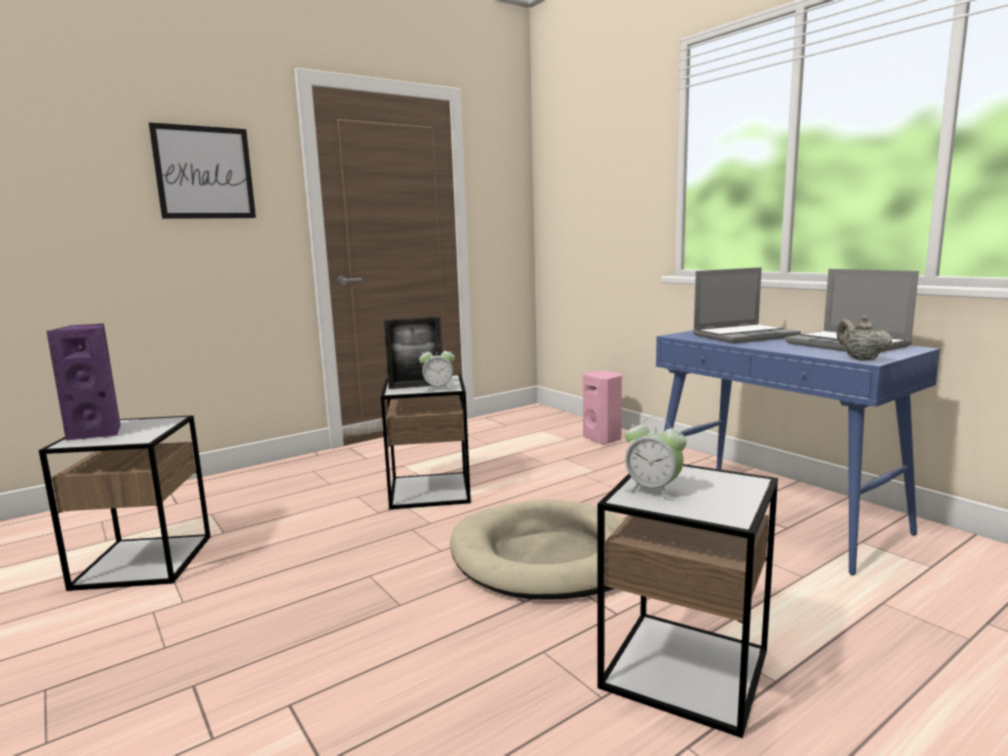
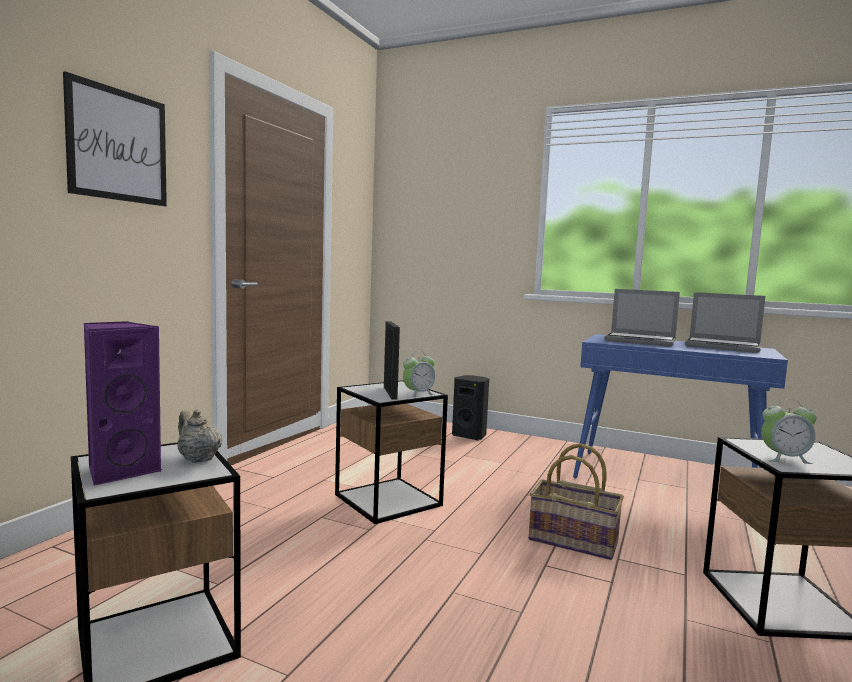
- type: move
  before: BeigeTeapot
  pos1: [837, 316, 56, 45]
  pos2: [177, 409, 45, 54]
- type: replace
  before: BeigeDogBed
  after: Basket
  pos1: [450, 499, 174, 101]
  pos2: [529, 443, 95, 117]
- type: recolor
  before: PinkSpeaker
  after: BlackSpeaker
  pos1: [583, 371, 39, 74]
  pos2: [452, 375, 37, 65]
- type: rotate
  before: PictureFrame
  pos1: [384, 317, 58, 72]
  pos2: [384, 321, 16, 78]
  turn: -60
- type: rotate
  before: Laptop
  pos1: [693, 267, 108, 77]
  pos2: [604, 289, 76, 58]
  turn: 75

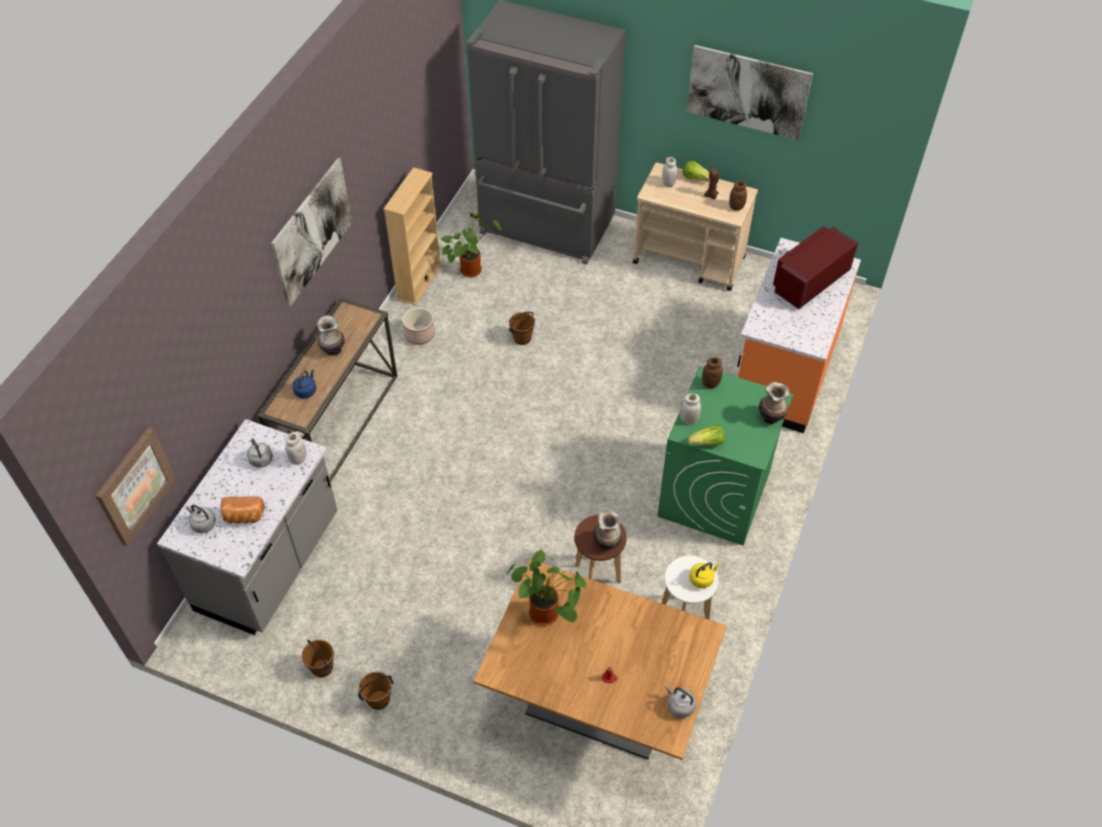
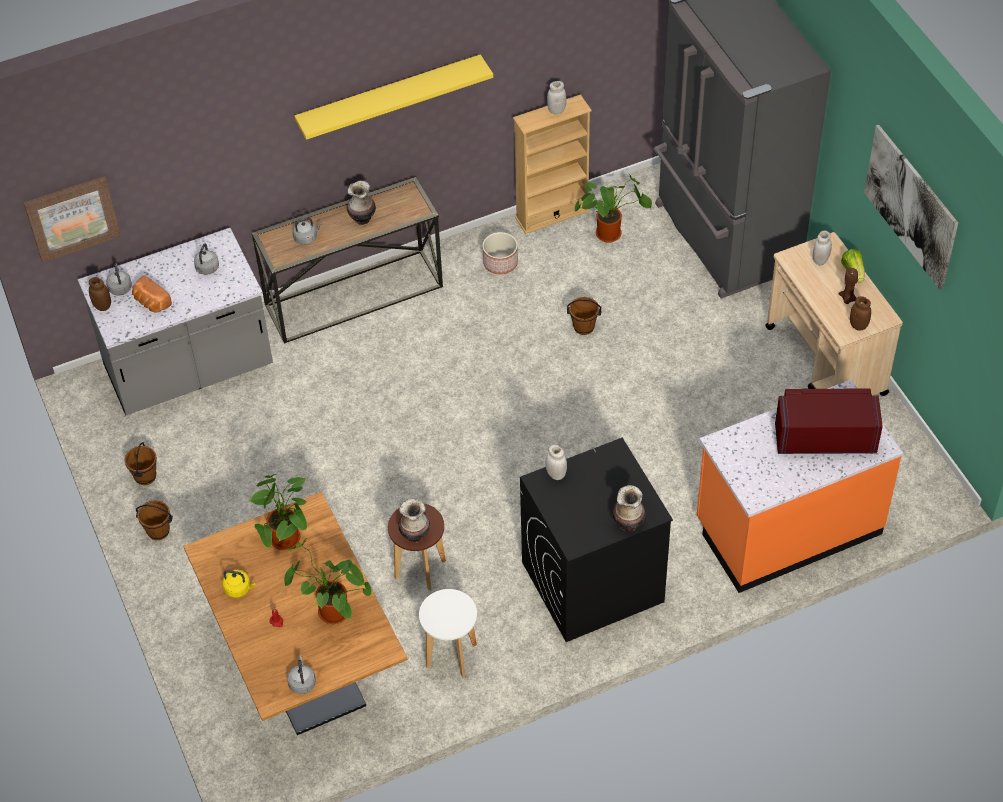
- type: delete
  before: Lettuce
  pos1: [688, 425, 37, 20]
- type: insert
  after: PottedPlant
  pos2: [284, 537, 88, 87]
- type: move
  before: WhiteJar
  pos1: [285, 432, 22, 33]
  pos2: [547, 81, 20, 33]
- type: move
  before: YellowKettle
  pos1: [689, 562, 31, 27]
  pos2: [222, 570, 34, 28]
- type: move
  before: BrownJar
  pos1: [702, 357, 20, 32]
  pos2: [89, 277, 22, 34]
- type: replace
  before: Picture
  after: YellowShelf
  pos1: [271, 158, 81, 149]
  pos2: [294, 54, 199, 86]
- type: recolor
  before: BlueKettle
  after: GreyKettle
  pos1: [292, 369, 24, 29]
  pos2: [293, 218, 29, 27]
- type: recolor
  before: GreenWashingMachine
  after: BlackWashingMachine
  pos1: [657, 366, 136, 180]
  pos2: [520, 438, 153, 204]

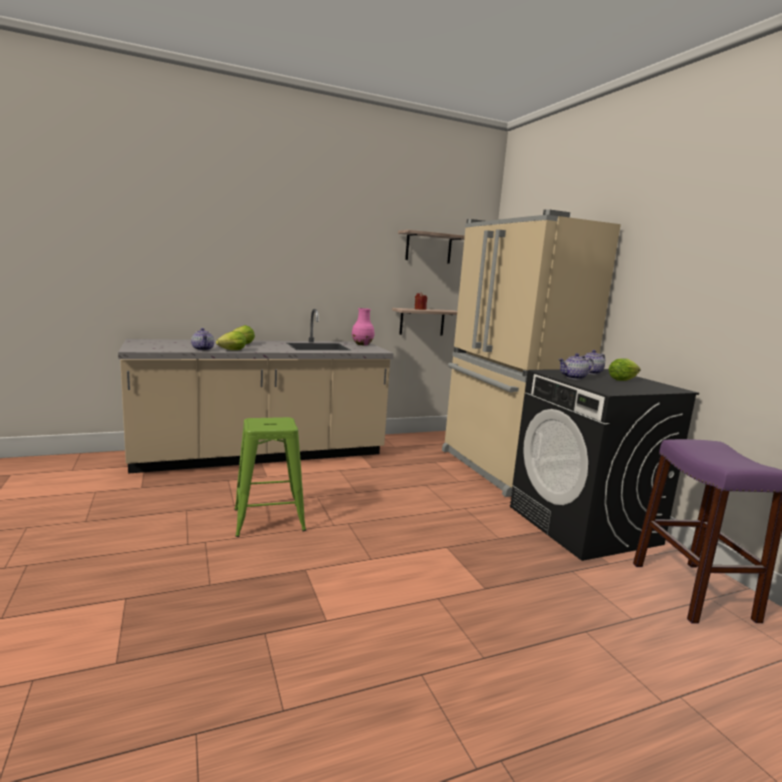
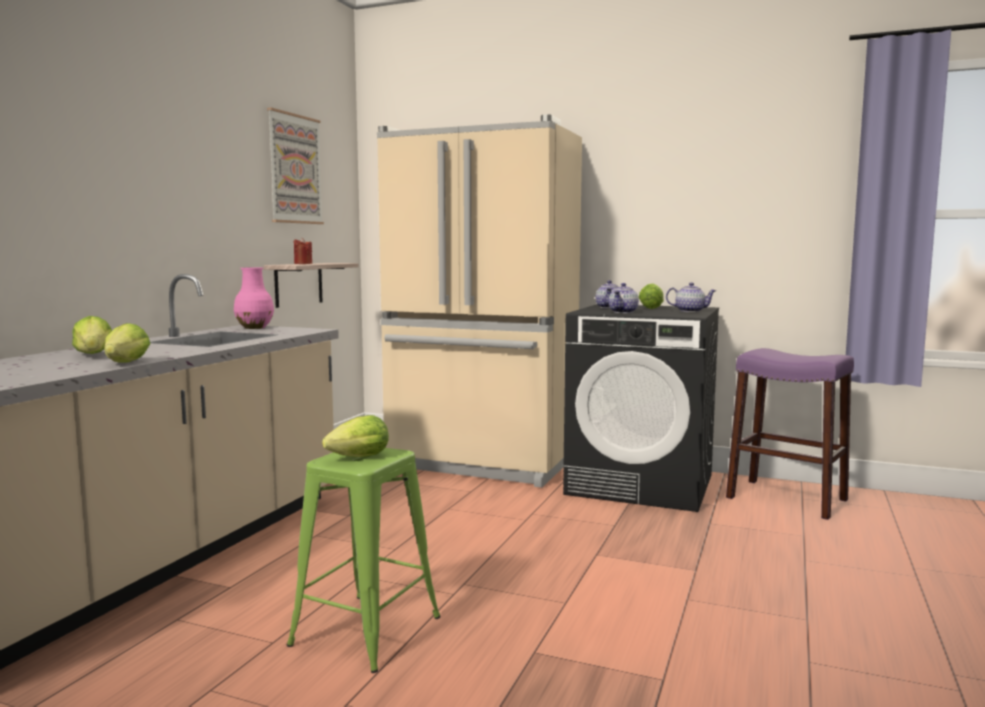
- type: insert
  after: Lettuce
  pos2: [322, 415, 67, 42]
- type: move
  before: Teapot
  pos1: [191, 328, 23, 23]
  pos2: [666, 282, 51, 30]
- type: replace
  before: Shelf
  after: Picture
  pos1: [398, 230, 67, 34]
  pos2: [267, 108, 57, 116]

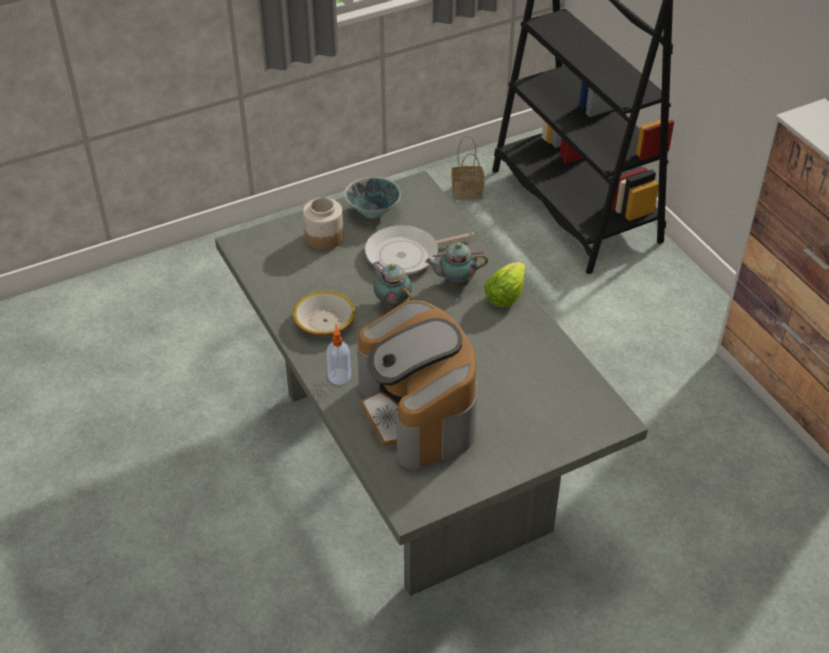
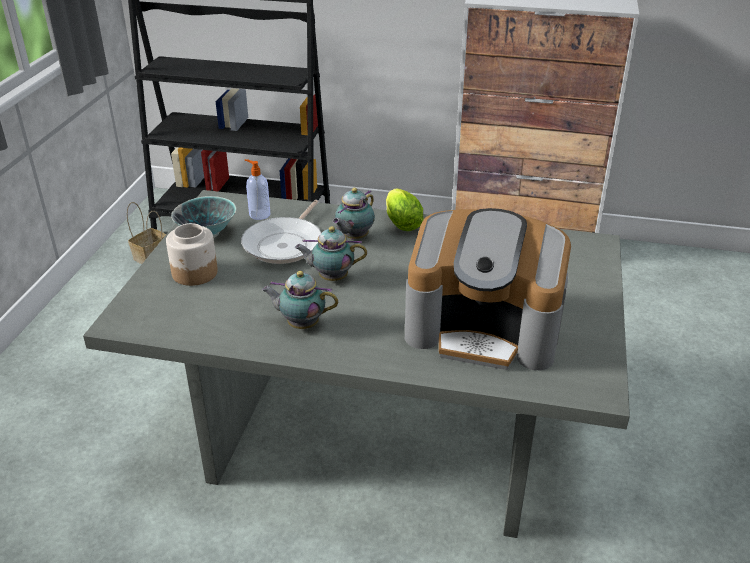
- type: move
  before: SoapDispenser
  pos1: [327, 324, 24, 61]
  pos2: [245, 159, 25, 61]
- type: replace
  before: Bowl
  after: Teapot
  pos1: [293, 291, 63, 44]
  pos2: [262, 271, 76, 58]

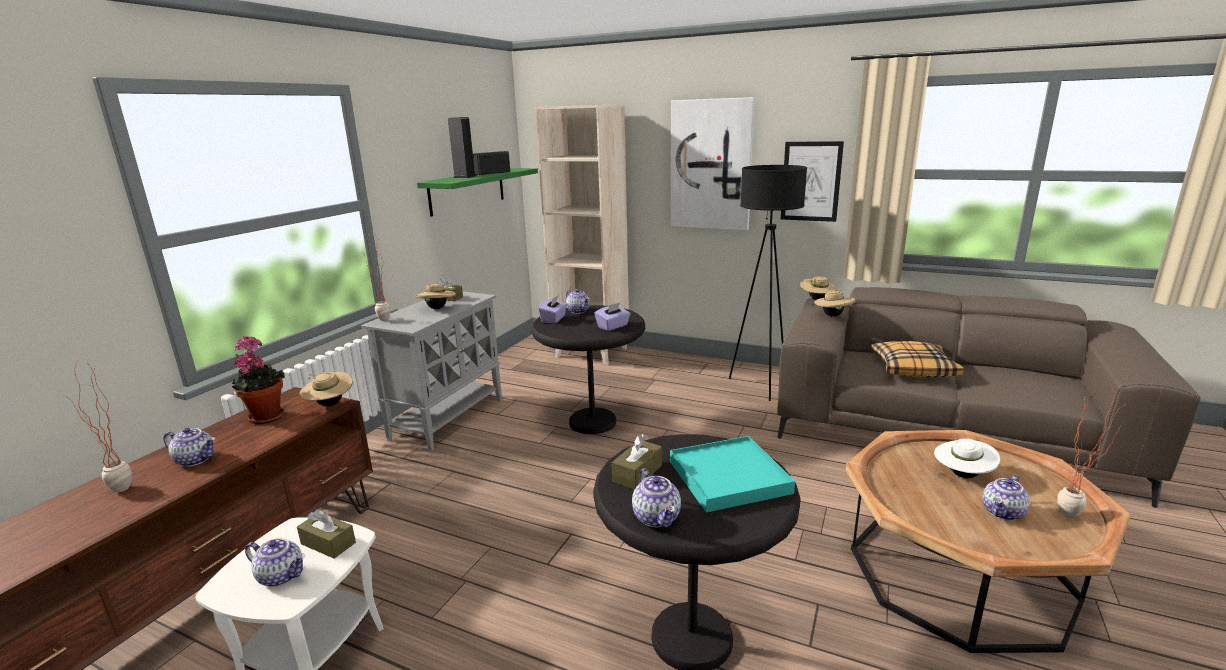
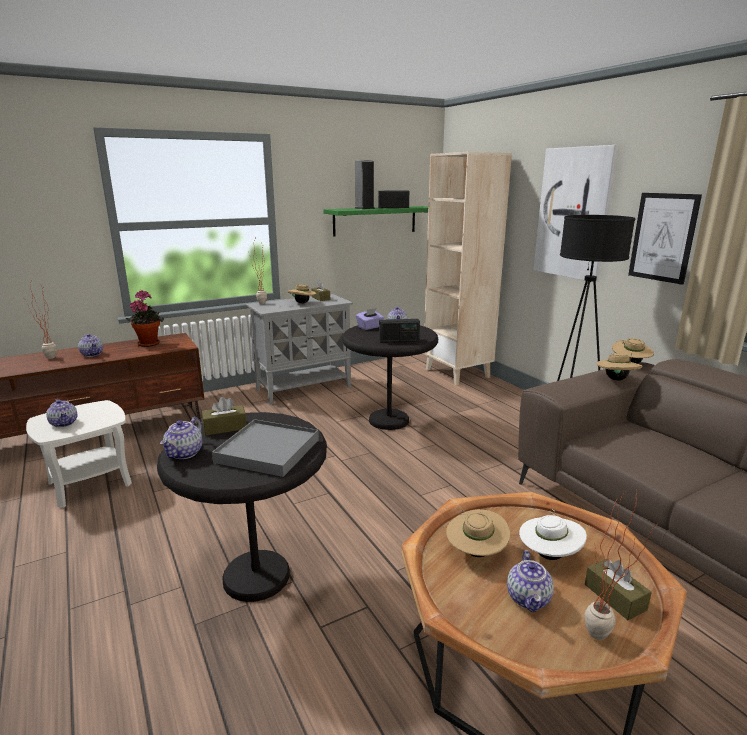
- type: delete
  before: Pillow
  pos1: [871, 341, 93, 36]
- type: move
  before: BrownTissueBox
  pos1: [297, 509, 59, 50]
  pos2: [585, 559, 67, 61]
- type: move
  before: BeigeHat
  pos1: [300, 372, 53, 34]
  pos2: [446, 509, 65, 48]
- type: replace
  before: PurpleTissueBox
  after: Radio
  pos1: [594, 303, 36, 28]
  pos2: [379, 319, 41, 24]
- type: recolor
  before: TurquoiseTray
  after: GreyTray
  pos1: [670, 436, 125, 77]
  pos2: [212, 419, 107, 58]
- type: rotate
  before: Teapot
  pos1: [982, 475, 48, 46]
  pos2: [507, 550, 47, 62]
  turn: -75

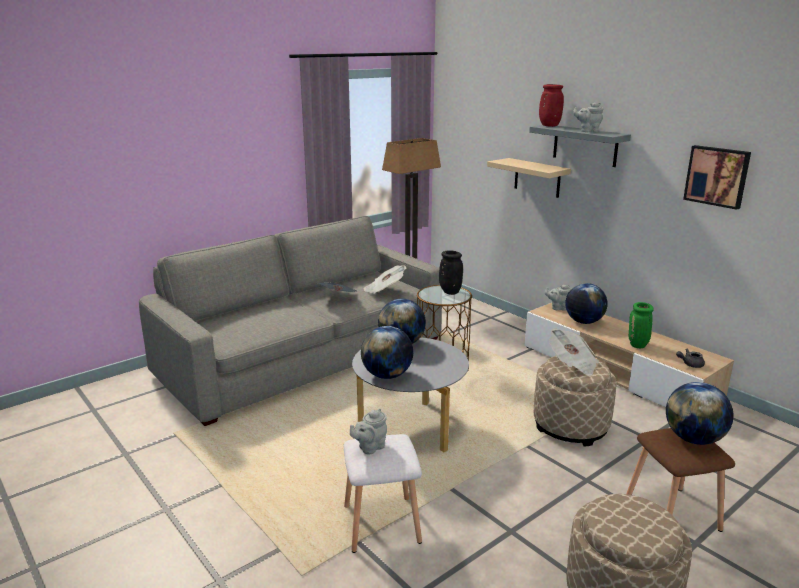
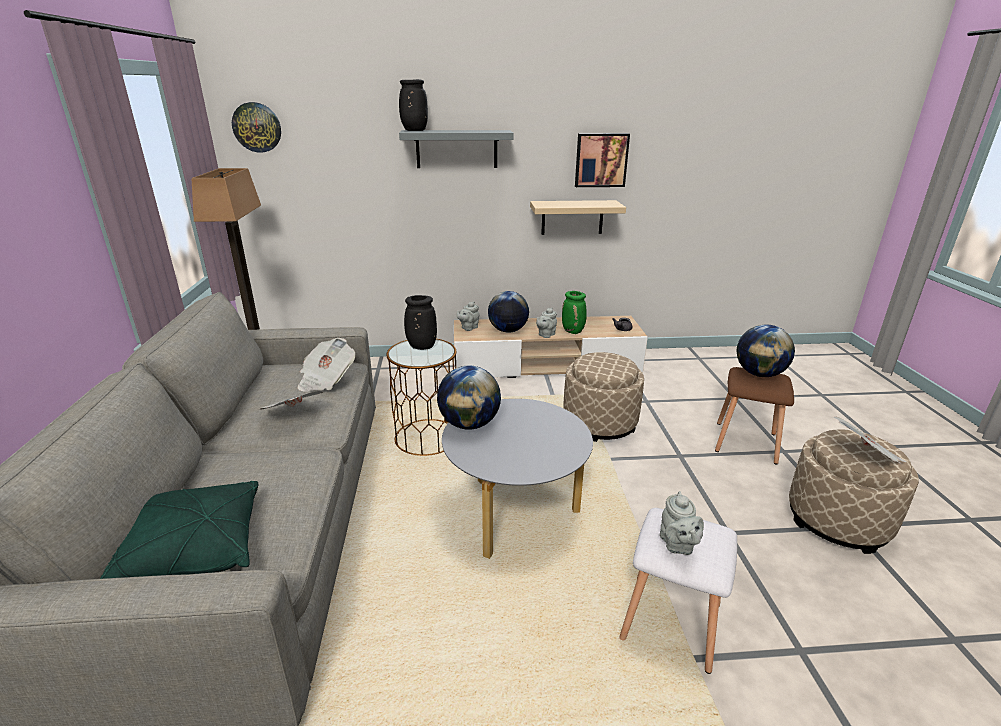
- type: delete
  before: Globe
  pos1: [361, 326, 52, 53]
- type: insert
  after: GreenPillow
  pos2: [100, 481, 158, 98]
- type: insert
  after: WallClock
  pos2: [232, 102, 49, 51]
- type: move
  before: BeigeShelf
  pos1: [487, 158, 84, 40]
  pos2: [530, 200, 96, 35]
- type: move
  before: Newspaper
  pos1: [549, 329, 50, 47]
  pos2: [834, 417, 73, 47]
- type: move
  before: GreyTeapot
  pos1: [573, 102, 30, 30]
  pos2: [536, 308, 21, 30]
- type: recolor
  before: RedVase
  after: BlackVase
  pos1: [539, 84, 25, 43]
  pos2: [399, 79, 29, 52]

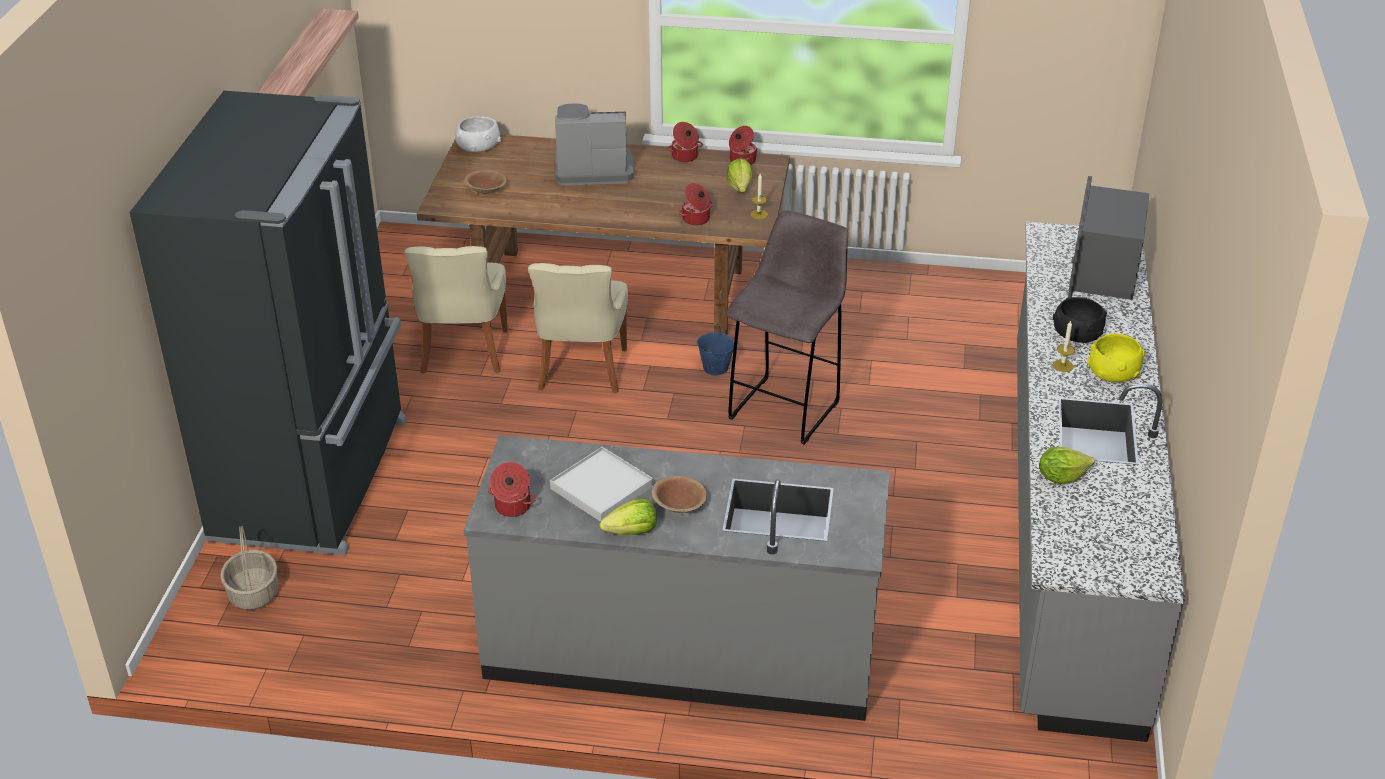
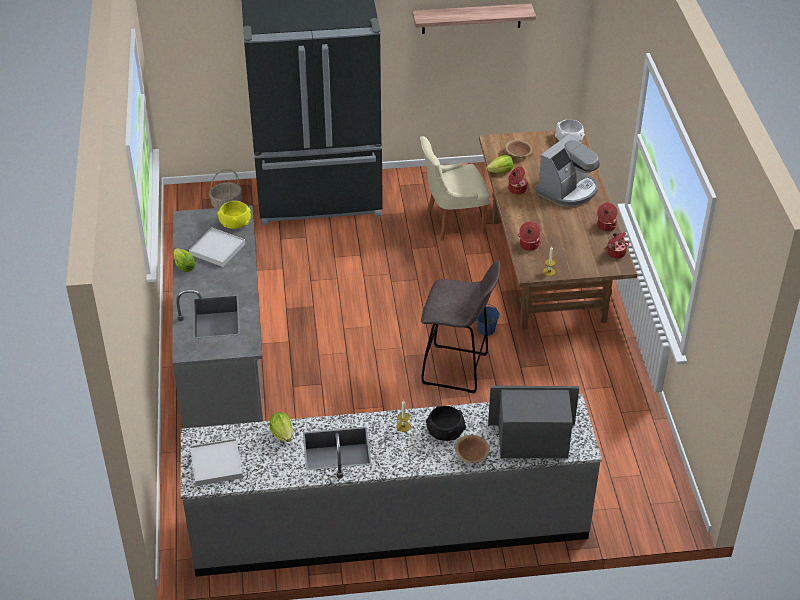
- type: delete
  before: BeigeChair
  pos1: [528, 263, 100, 130]
- type: insert
  after: WhiteTray
  pos2: [190, 439, 53, 47]
- type: move
  before: CookingPot
  pos1: [488, 462, 48, 55]
  pos2: [508, 167, 20, 28]
- type: move
  before: BrownBowl
  pos1: [652, 476, 55, 37]
  pos2: [455, 435, 35, 28]
- type: move
  before: Lettuce
  pos1: [727, 158, 26, 35]
  pos2: [486, 155, 27, 18]
- type: move
  before: YellowBowl
  pos1: [1087, 333, 58, 49]
  pos2: [218, 201, 33, 28]
- type: rotate
  before: CoffeeMachine
  pos1: [555, 103, 79, 83]
  pos2: [536, 134, 64, 73]
  turn: 60

